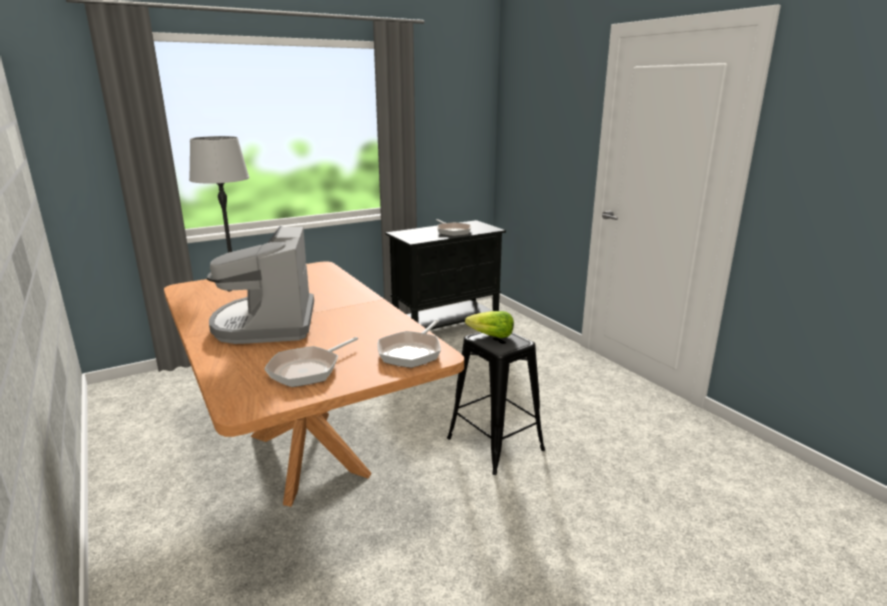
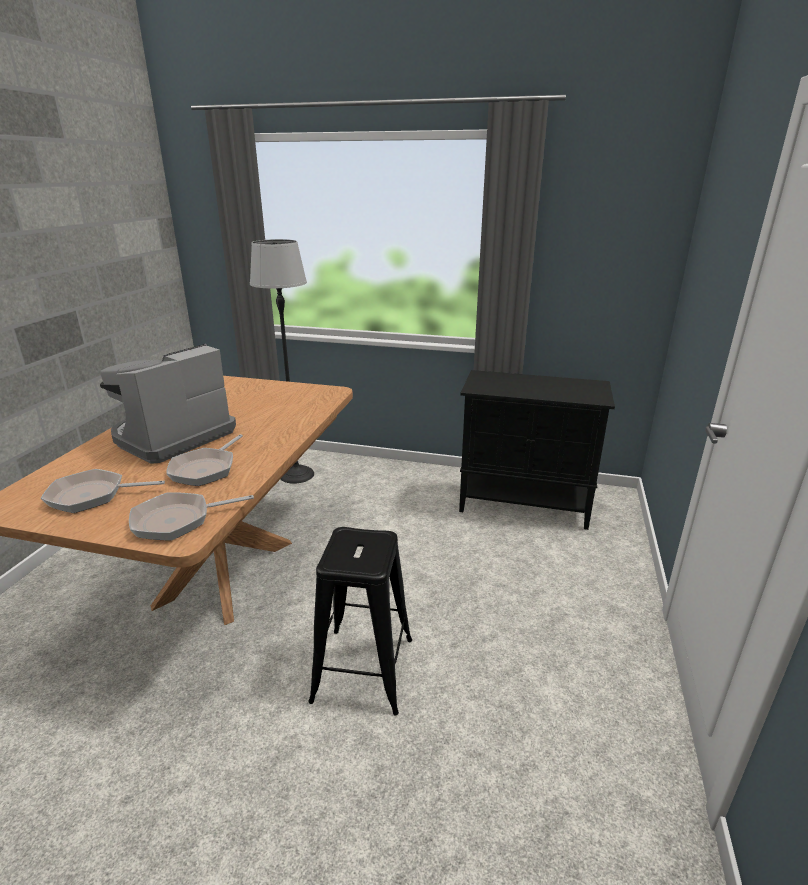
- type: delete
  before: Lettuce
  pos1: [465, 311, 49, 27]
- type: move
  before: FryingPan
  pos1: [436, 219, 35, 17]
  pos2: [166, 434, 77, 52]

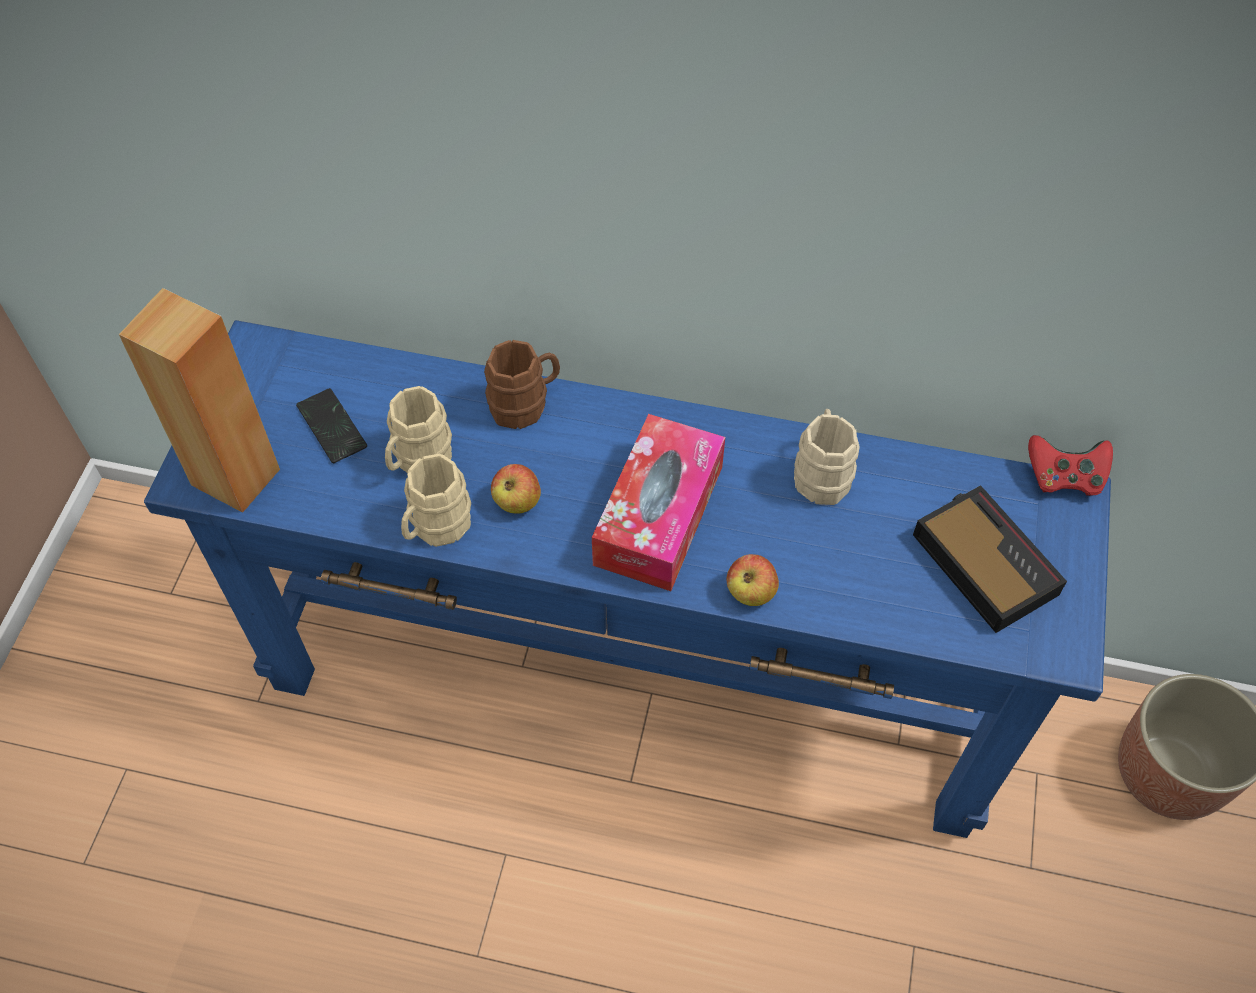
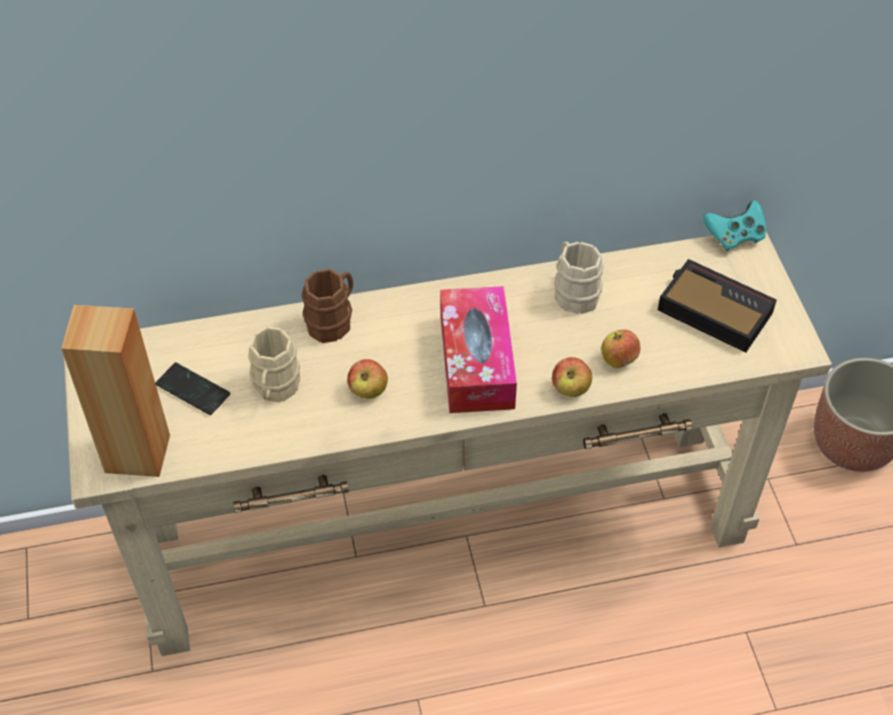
- type: delete
  before: BeigeMug
  pos1: [401, 454, 70, 93]
- type: insert
  after: Apple
  pos2: [601, 330, 39, 38]
- type: recolor
  before: BlueConsoleTable
  after: BeigeConsoleTable
  pos1: [144, 320, 967, 518]
  pos2: [64, 232, 768, 424]
- type: recolor
  before: RedGameController
  after: TurquoiseGameController
  pos1: [1028, 435, 85, 61]
  pos2: [703, 200, 63, 51]

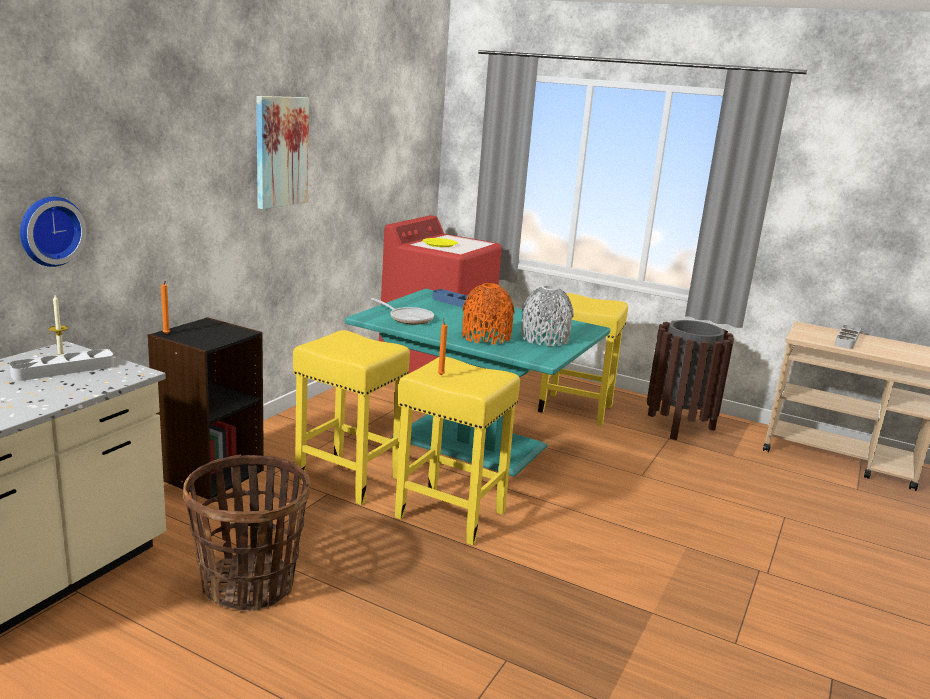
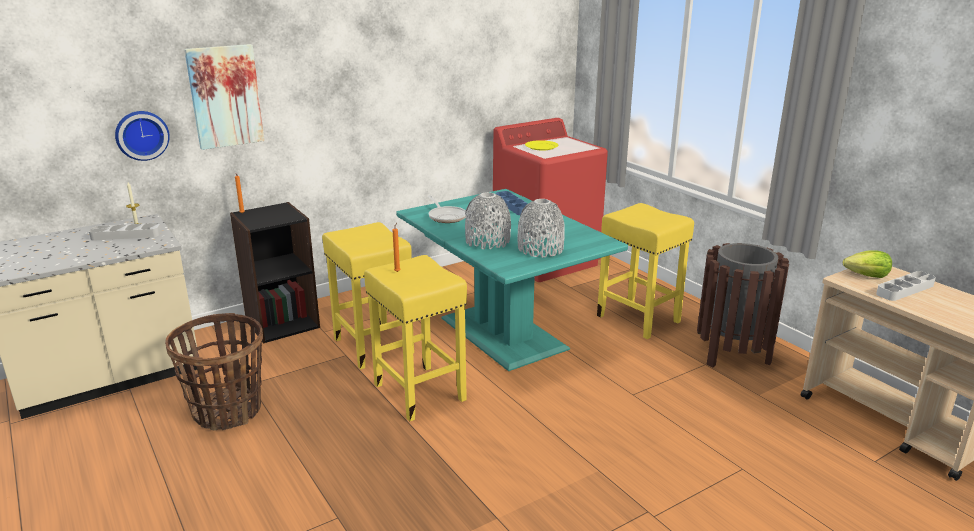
- type: insert
  after: Lettuce
  pos2: [843, 250, 49, 28]
- type: move
  before: Picture
  pos1: [256, 96, 53, 113]
  pos2: [184, 44, 80, 106]
- type: recolor
  before: OrangeVase
  after: GreyVase
  pos1: [462, 283, 53, 62]
  pos2: [465, 192, 46, 58]

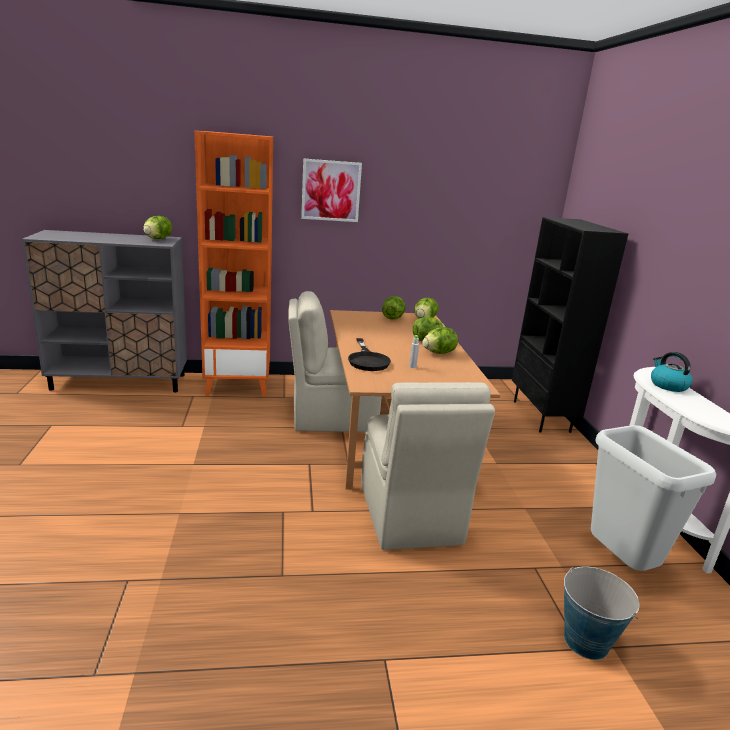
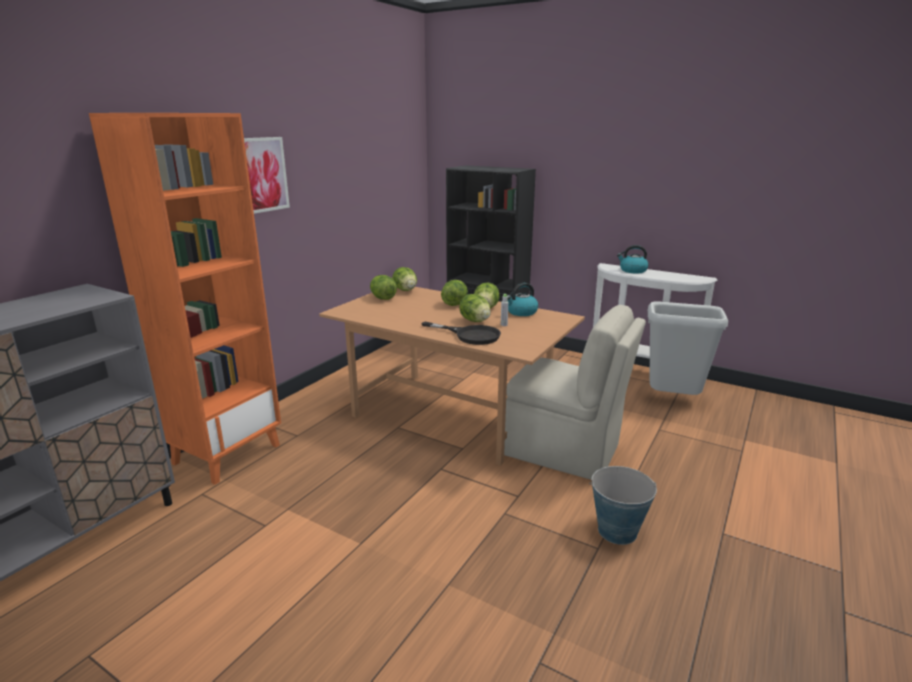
- type: delete
  before: BeigeChair
  pos1: [288, 291, 94, 141]
- type: insert
  after: Kettle
  pos2: [507, 283, 31, 33]
- type: move
  before: Lettuce
  pos1: [143, 216, 29, 23]
  pos2: [459, 294, 32, 28]
- type: move
  before: Bucket
  pos1: [564, 567, 76, 93]
  pos2: [589, 466, 68, 79]

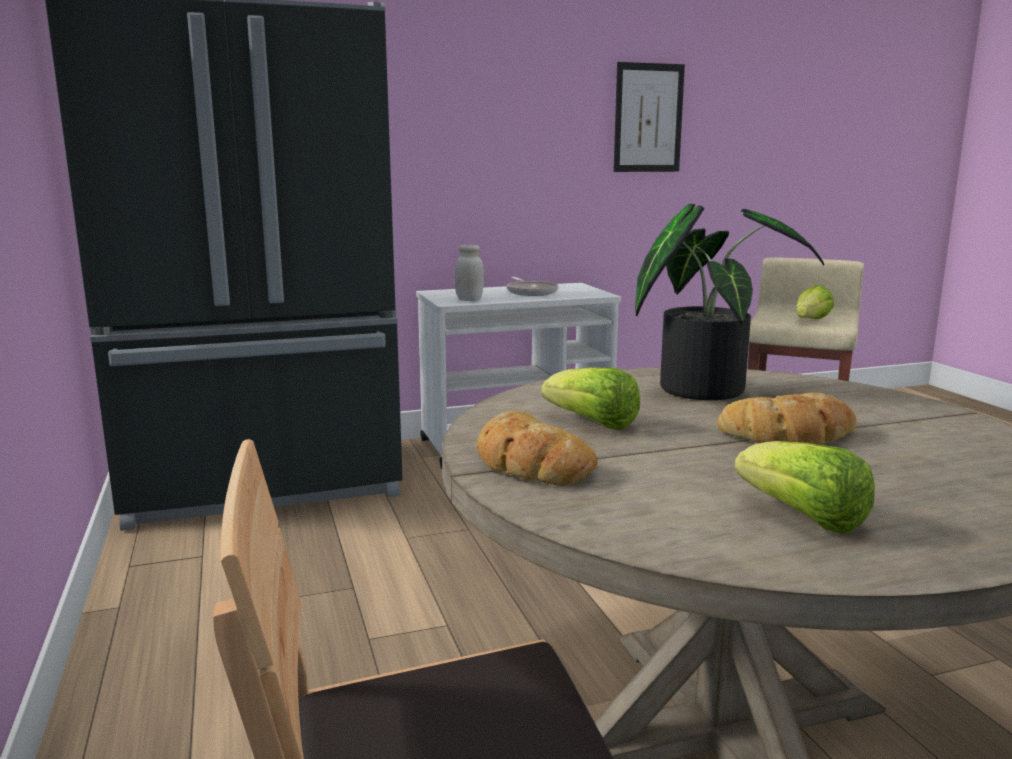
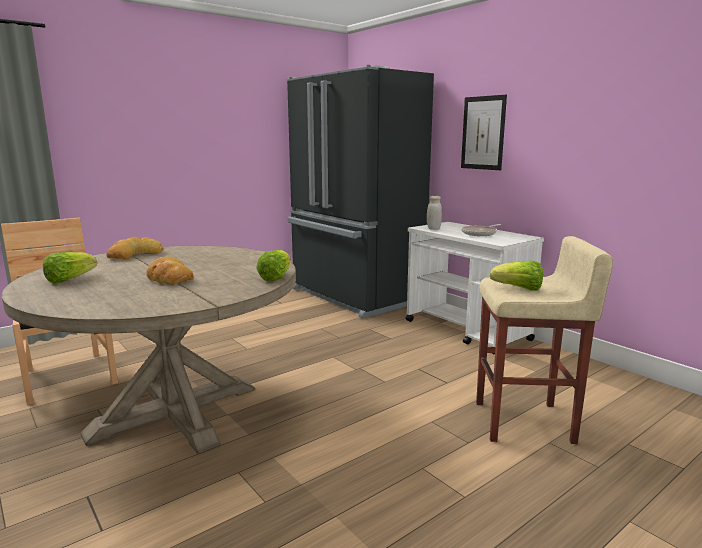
- type: delete
  before: PottedPlant
  pos1: [635, 204, 189, 196]
- type: move
  before: Lettuce
  pos1: [541, 367, 99, 63]
  pos2: [256, 250, 35, 32]
- type: move
  before: Picture
  pos1: [613, 62, 72, 110]
  pos2: [461, 95, 46, 75]

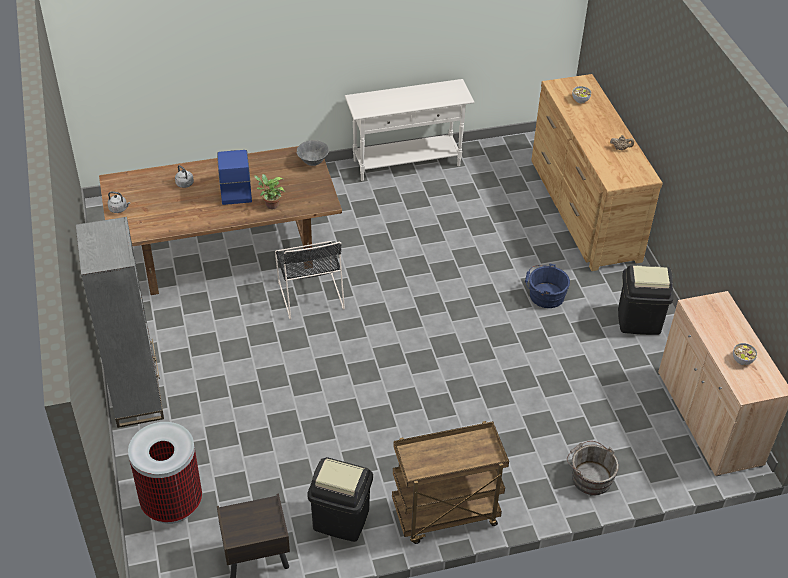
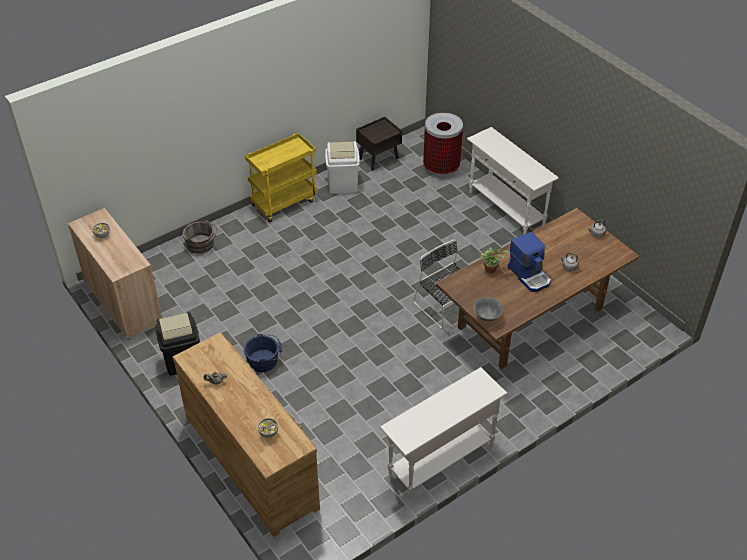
- type: replace
  before: GreyBookcase
  after: WhiteConsoleTable
  pos1: [76, 217, 88, 211]
  pos2: [467, 127, 92, 108]
- type: recolor
  before: BlackTrashCan
  after: WhiteTrashCan
  pos1: [307, 457, 66, 85]
  pos2: [325, 141, 35, 53]
- type: recolor
  before: BrownCart
  after: YellowCart
  pos1: [392, 421, 117, 123]
  pos2: [245, 133, 73, 89]

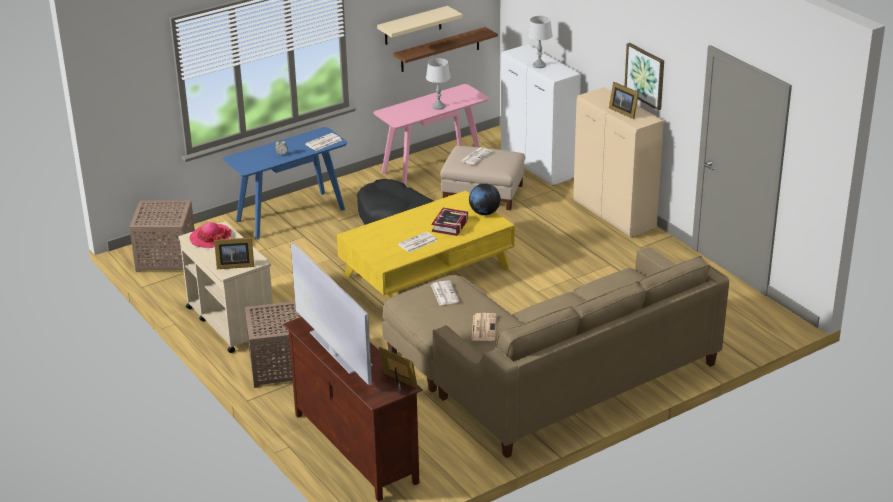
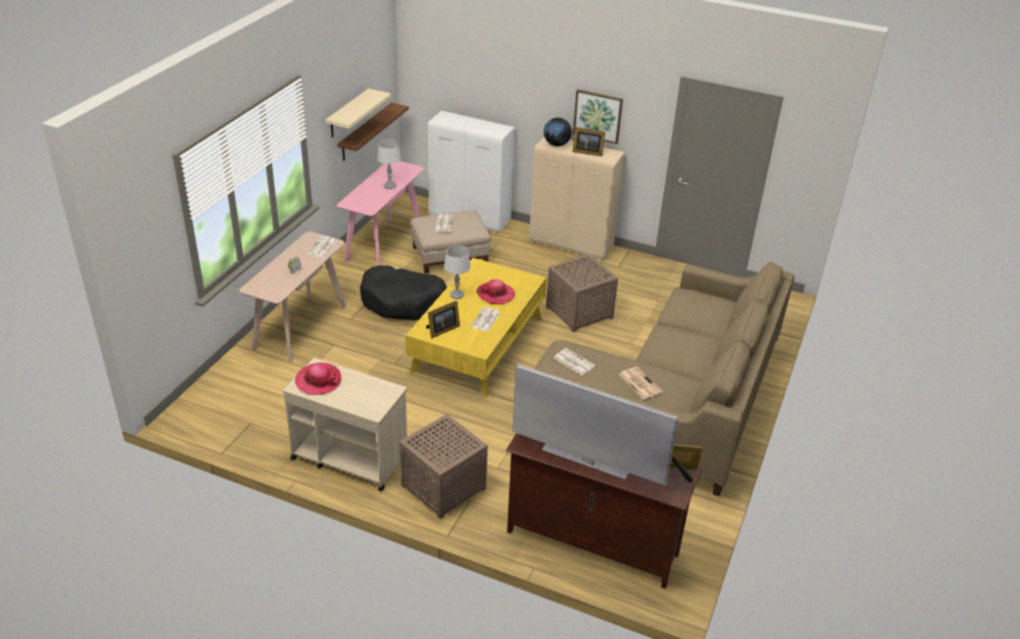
- type: move
  before: BrownSideTable
  pos1: [129, 200, 66, 72]
  pos2: [546, 254, 72, 79]
- type: move
  before: PictureFrame
  pos1: [214, 237, 40, 32]
  pos2: [426, 300, 34, 38]
- type: move
  before: Globe
  pos1: [469, 183, 32, 32]
  pos2: [544, 118, 28, 28]
- type: move
  before: GreyTableLamp
  pos1: [527, 16, 26, 52]
  pos2: [444, 246, 27, 53]
- type: replace
  before: Book
  after: Hat
  pos1: [432, 208, 36, 28]
  pos2: [476, 279, 39, 25]
- type: recolor
  before: BlueConsoleTable
  after: BeigeConsoleTable
  pos1: [224, 127, 123, 113]
  pos2: [239, 232, 107, 131]

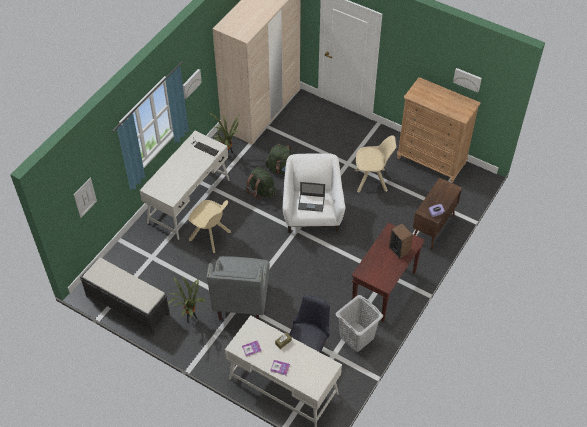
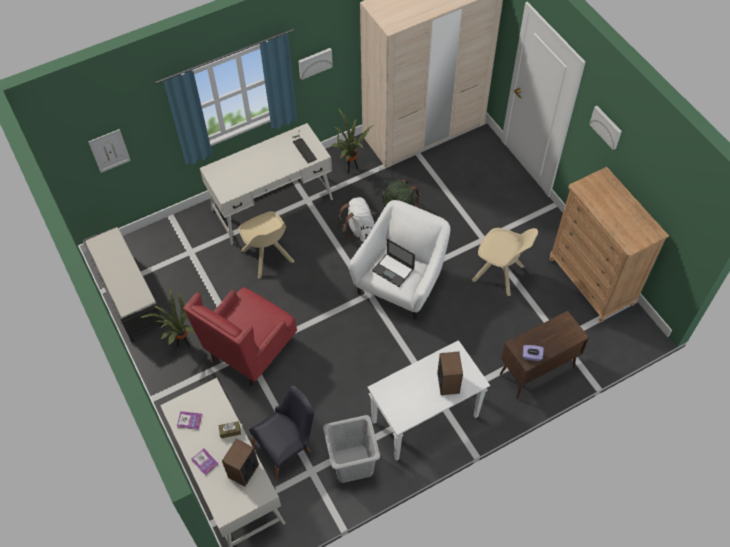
- type: insert
  after: Speaker
  pos2: [222, 438, 37, 49]
- type: move
  before: Picture
  pos1: [453, 68, 29, 25]
  pos2: [589, 106, 33, 44]
- type: recolor
  before: GreyArmchair
  after: RedArmchair
  pos1: [207, 256, 63, 64]
  pos2: [183, 287, 114, 100]
- type: recolor
  before: GreenBackpack
  after: WhiteBackpack
  pos1: [246, 167, 30, 33]
  pos2: [338, 197, 38, 45]
- type: recolor
  before: BrownConsoleTable
  after: WhiteConsoleTable
  pos1: [351, 223, 74, 99]
  pos2: [367, 340, 123, 121]

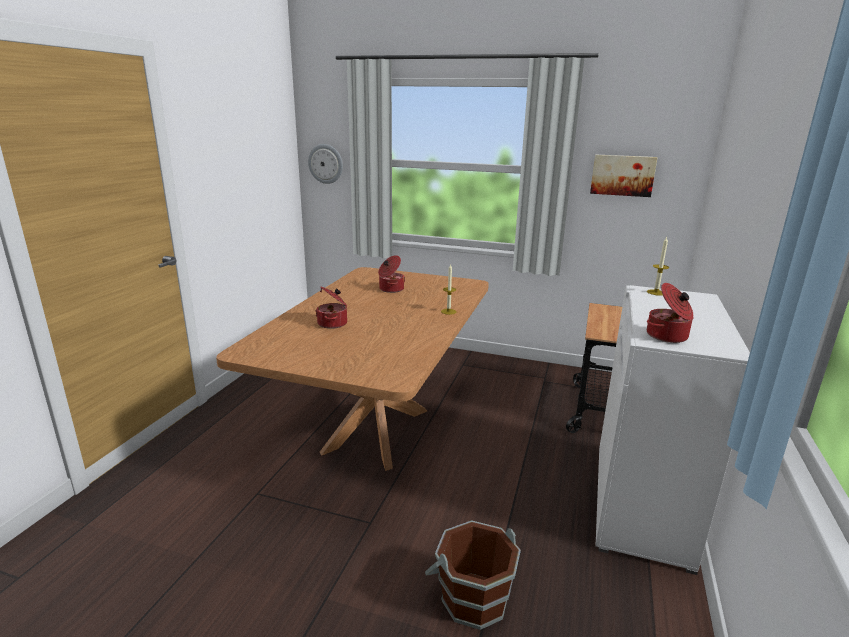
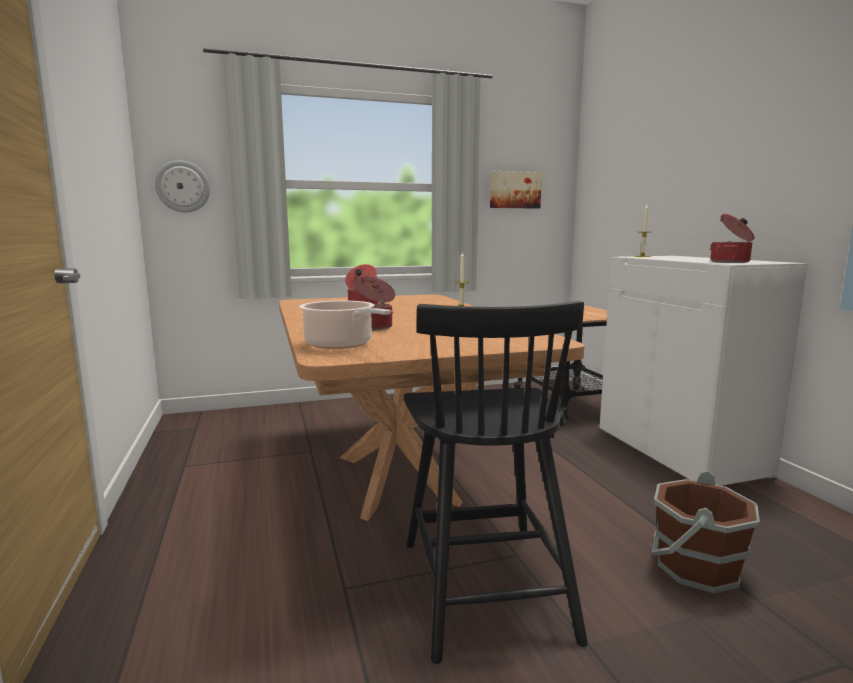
- type: insert
  after: CookingPot
  pos2: [299, 301, 92, 48]
- type: insert
  after: BlackChair
  pos2: [404, 301, 184, 363]

